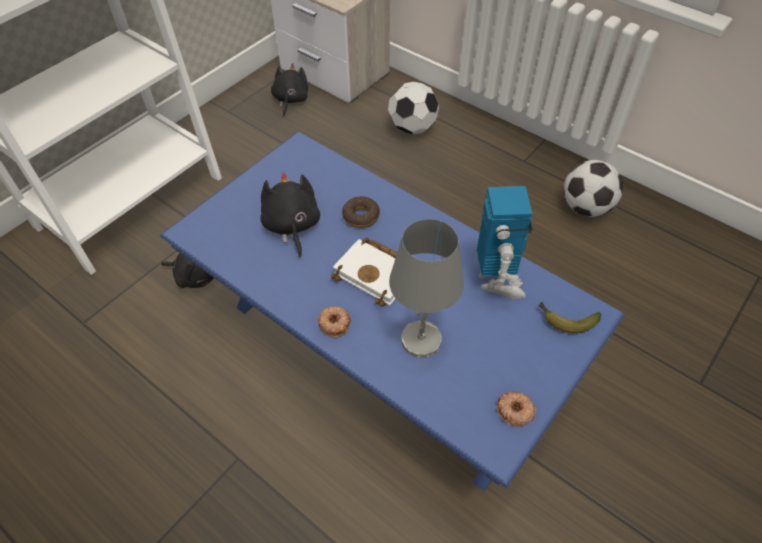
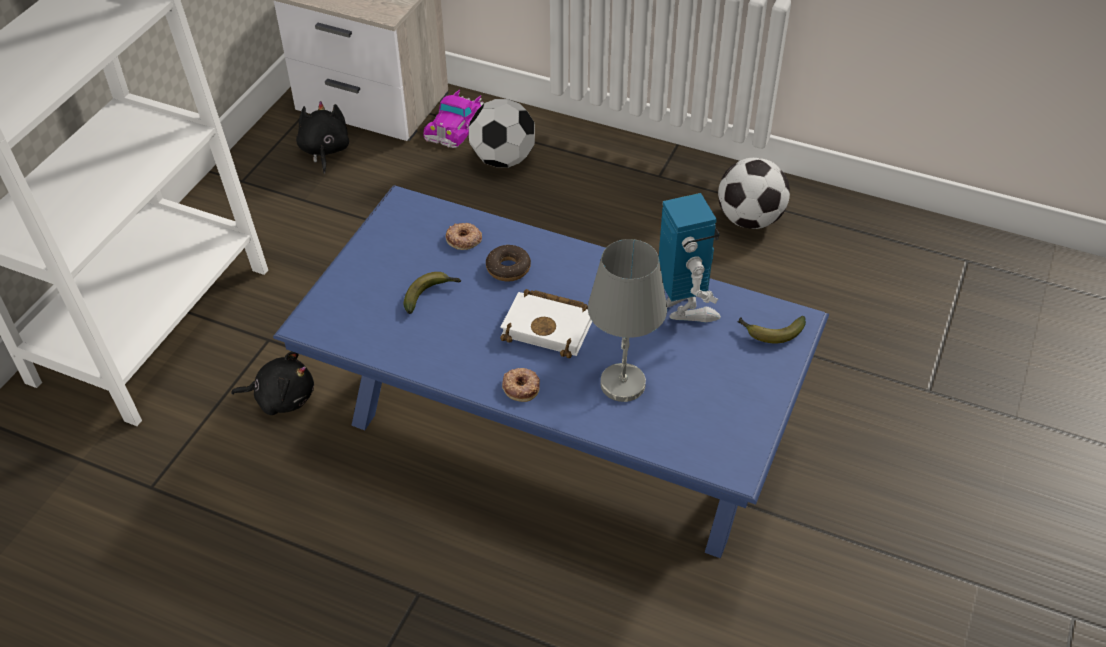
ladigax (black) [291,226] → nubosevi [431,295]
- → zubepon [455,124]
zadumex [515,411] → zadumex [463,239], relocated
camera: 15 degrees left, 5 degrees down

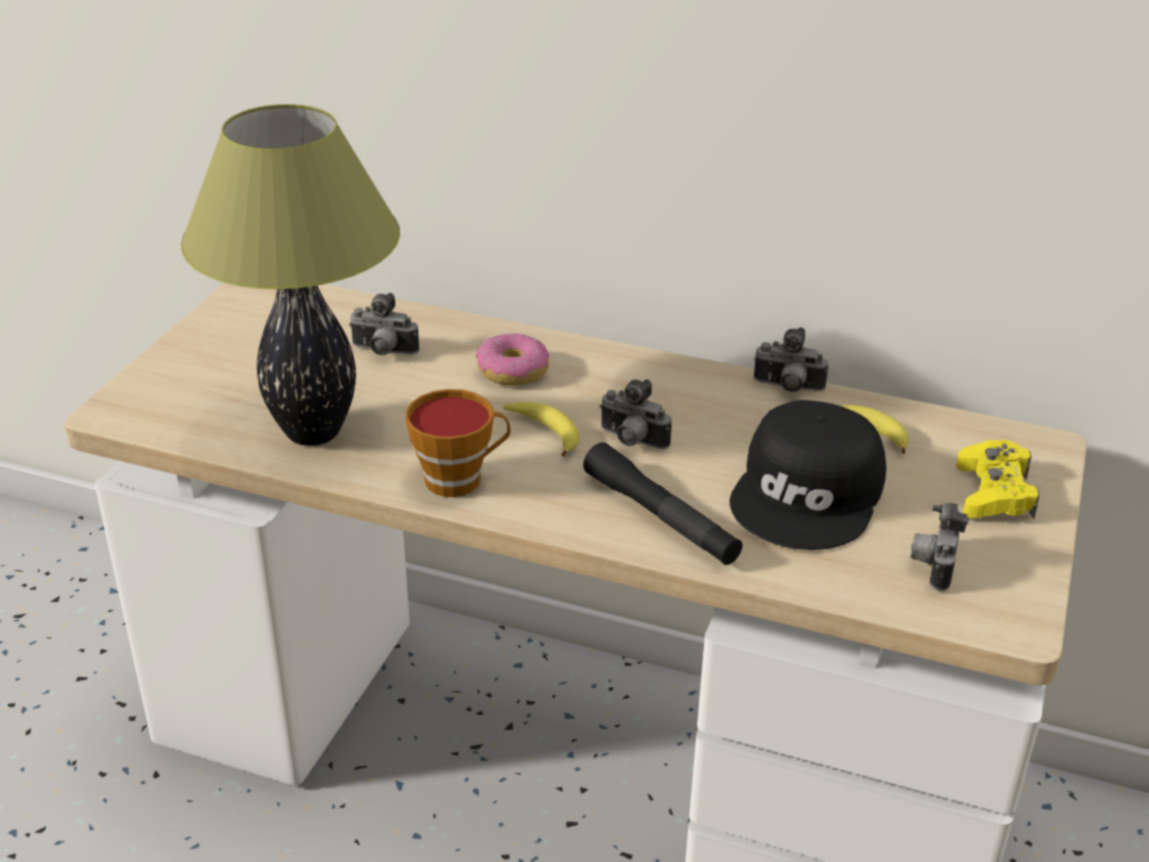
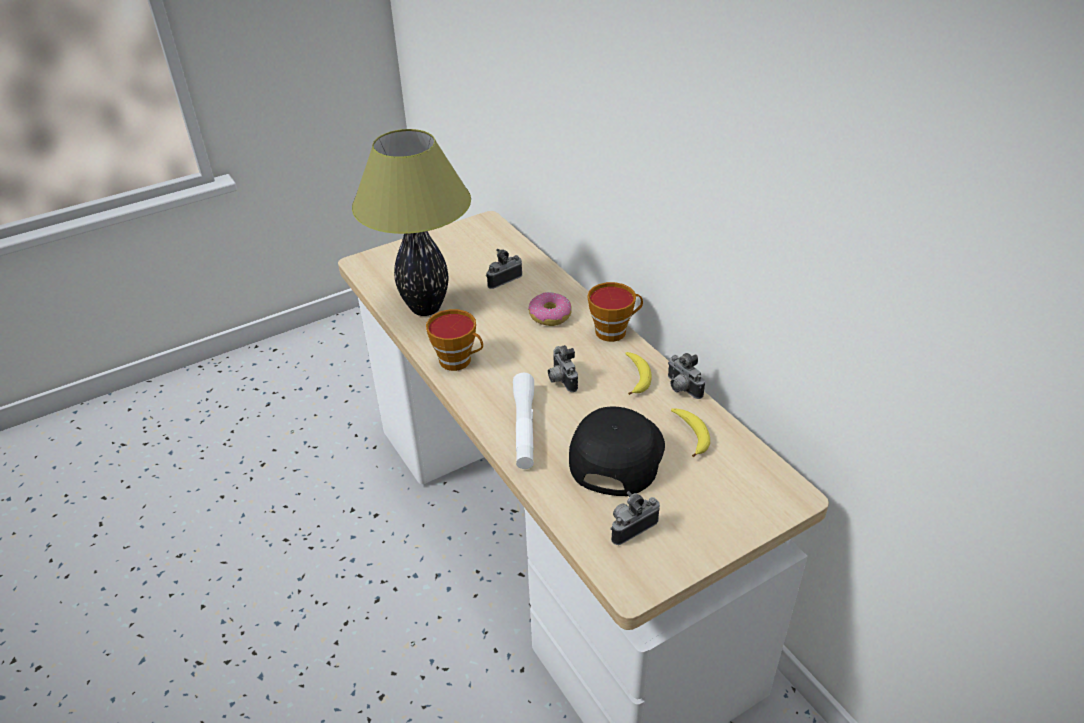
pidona [383,352] → pidona [502,279], 90 degrees clockwise
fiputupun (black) [660,517] → fiputupun (white) [524,427]
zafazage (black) [810,494] → zafazage (black) [615,454], 135 degrees clockwise
- → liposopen [614,331]
nubosevi [545,432] → nubosevi [637,377], relocated
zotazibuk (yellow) [994,493] → -
camera: 40 degrees right, 5 degrees up

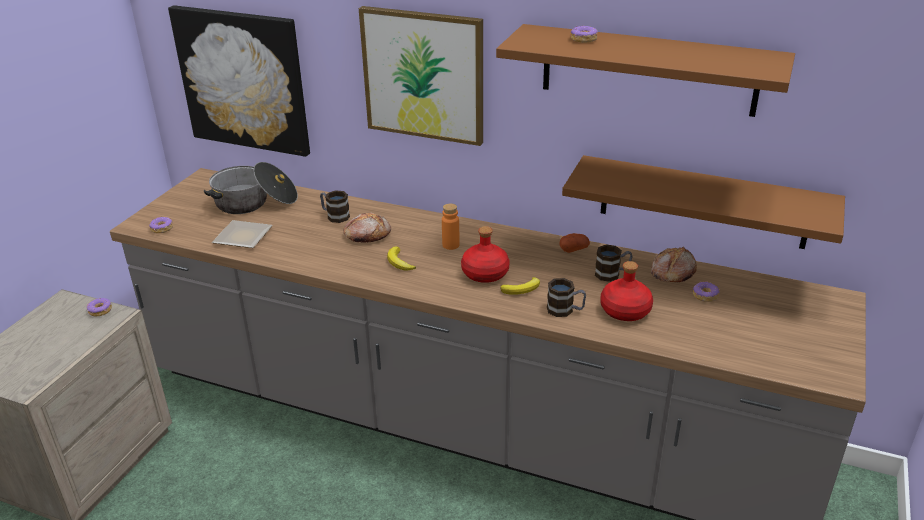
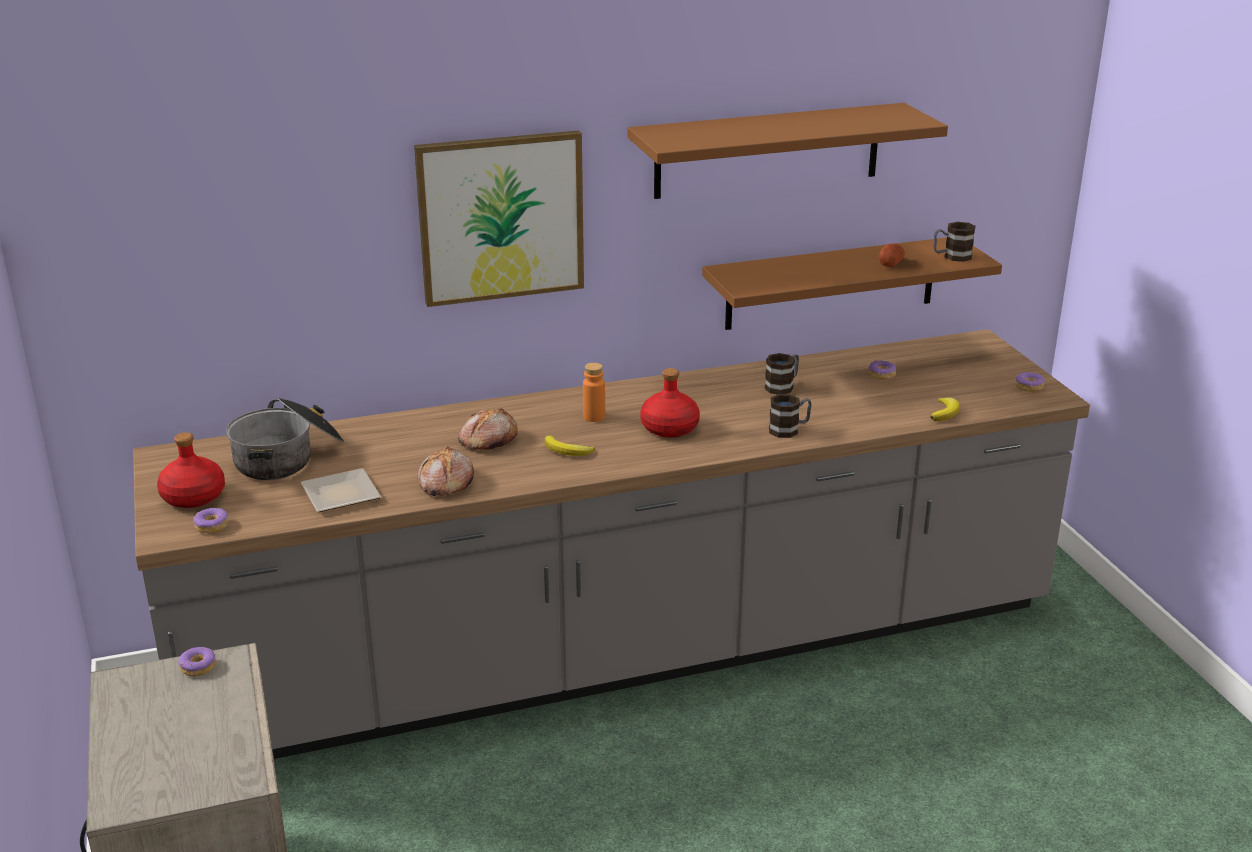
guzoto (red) [625,311] → guzoto (red) [193,497], relocated
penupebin [672,272] → penupebin [445,483], relocated
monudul [574,249] → monudul [890,264], relocated
nubosevi [522,289] → nubosevi [945,412], relocated
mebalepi [334,216] → mebalepi [952,256], relocated
zadumex [583,39] → zadumex [1029,387], relocated
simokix [243,80] → -
camera: 40 degrees left, 5 degrees down

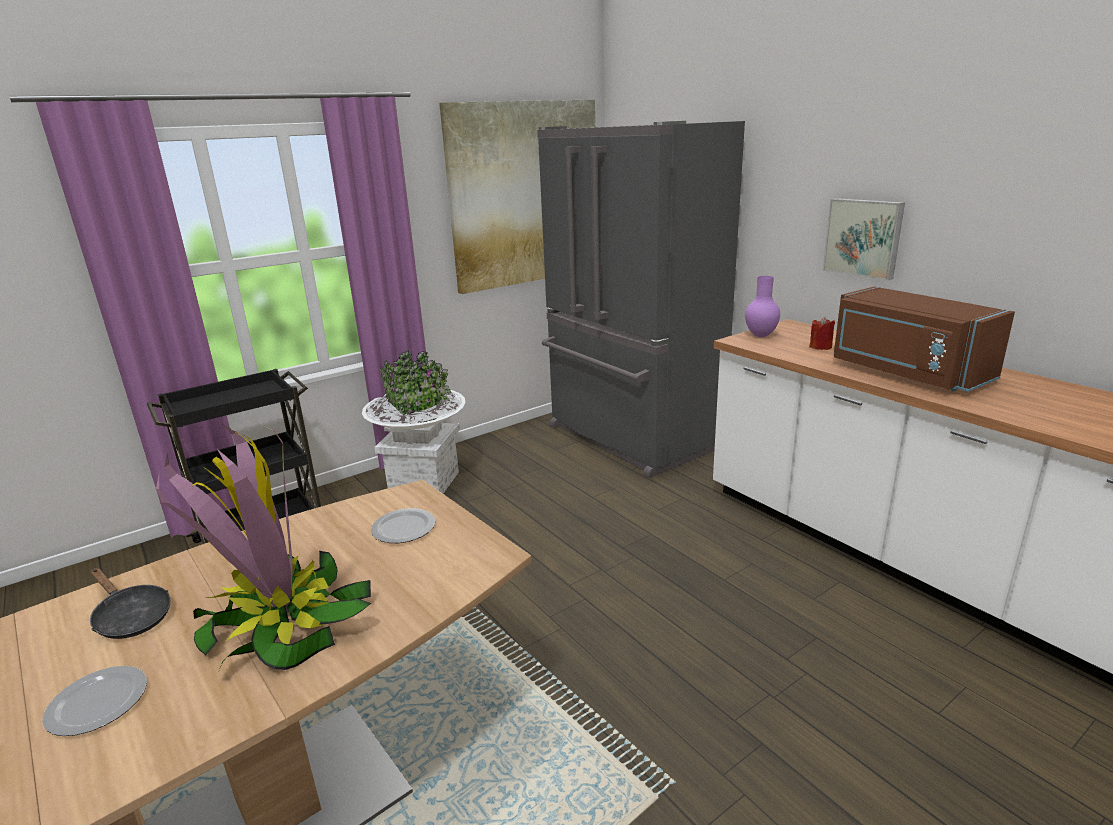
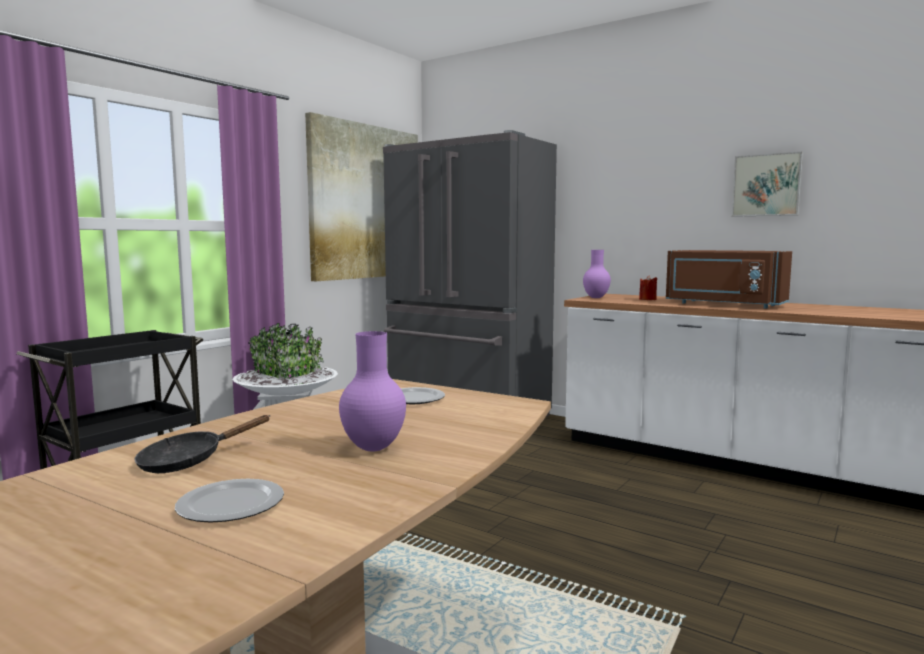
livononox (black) [131,617] → livononox (black) [189,461], 120 degrees clockwise
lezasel [282,624] → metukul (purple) [372,448]
simokix [863,237] → simokix [766,185], relocated
camera: 20 degrees left, 15 degrees down

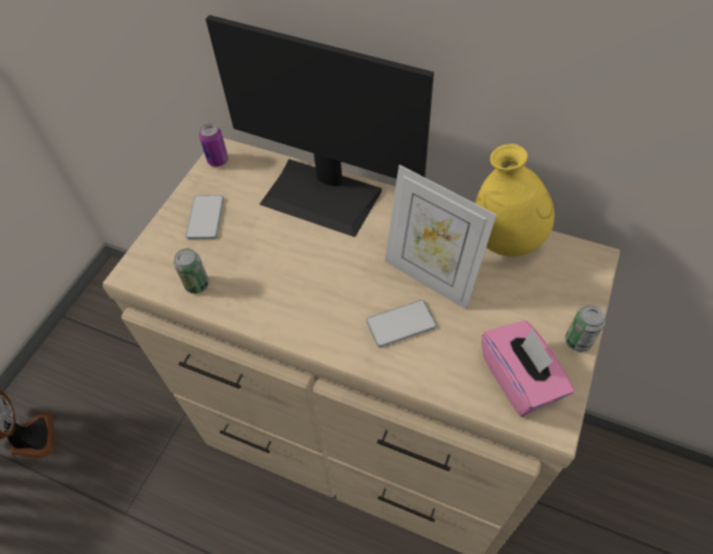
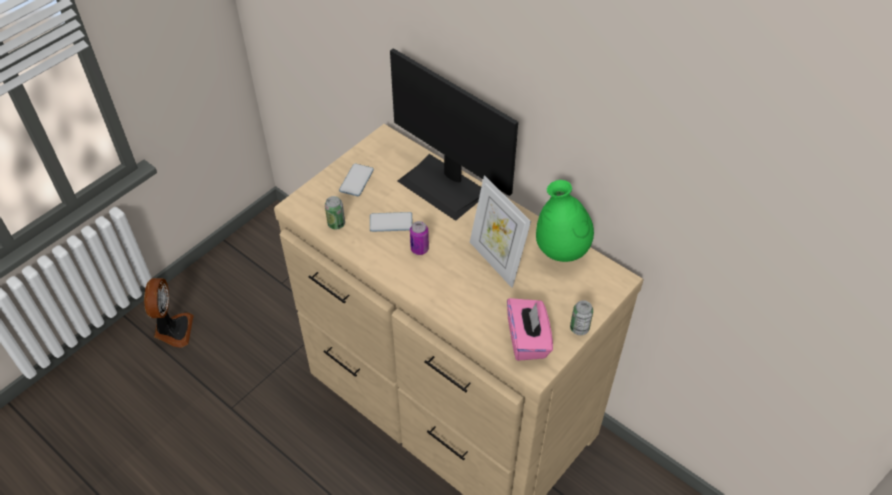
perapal [401,324] → perapal [391,222], relocated
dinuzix [218,160] → dinuzix [419,249], relocated
metukul (yellow) [505,242] → metukul (green) [561,251]
camera: 15 degrees right, 5 degrees down

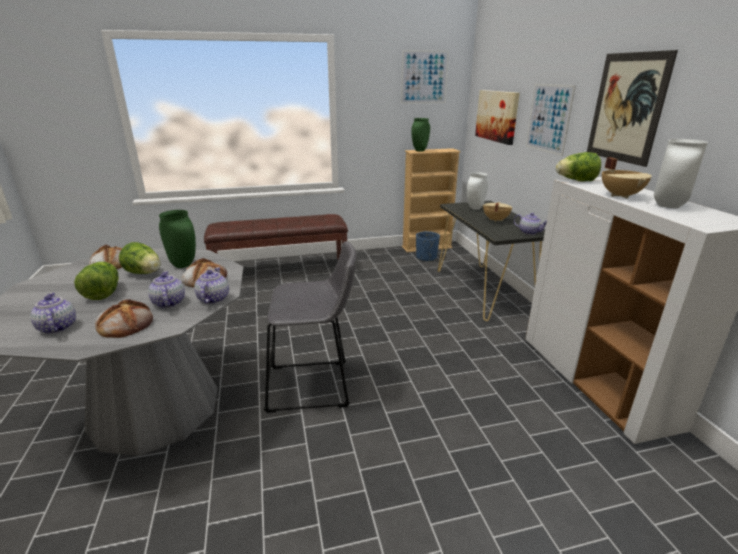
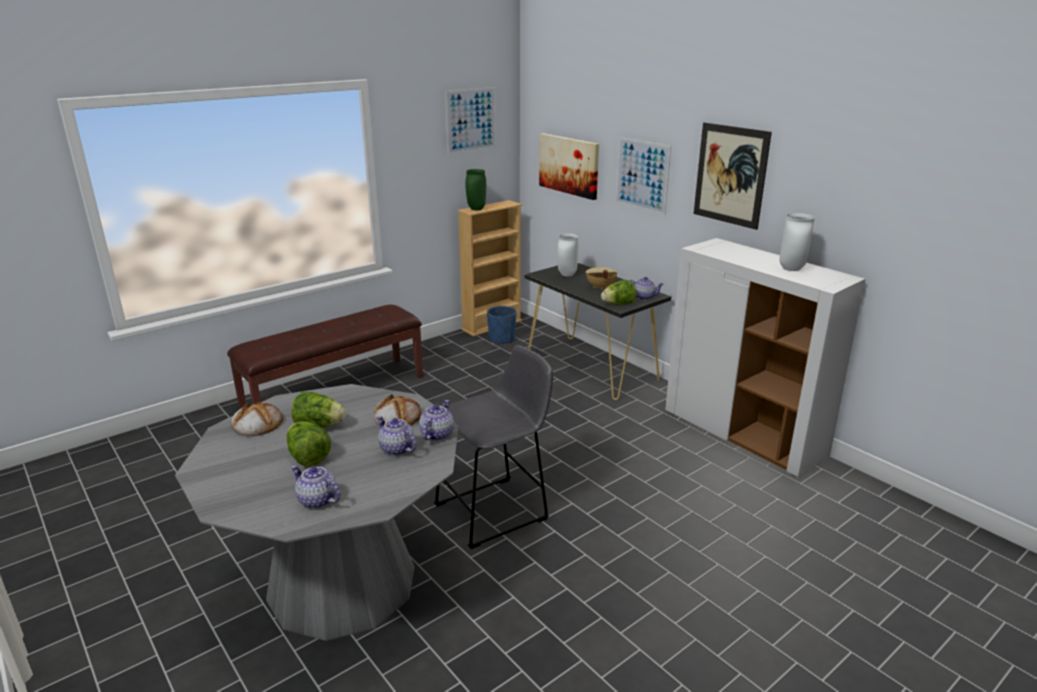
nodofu [213,299] → nodofu [436,434], 45 degrees clockwise
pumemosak [576,181] → pumemosak [618,304], relocated
penupebin [126,323] → -
metukul (green) [184,265] → -
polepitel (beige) [621,195] → -
camera: 25 degrees left, 0 degrees up

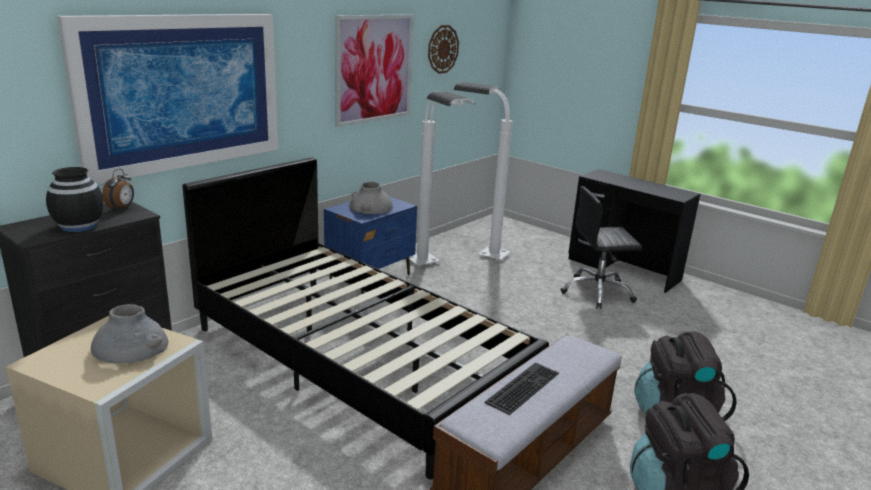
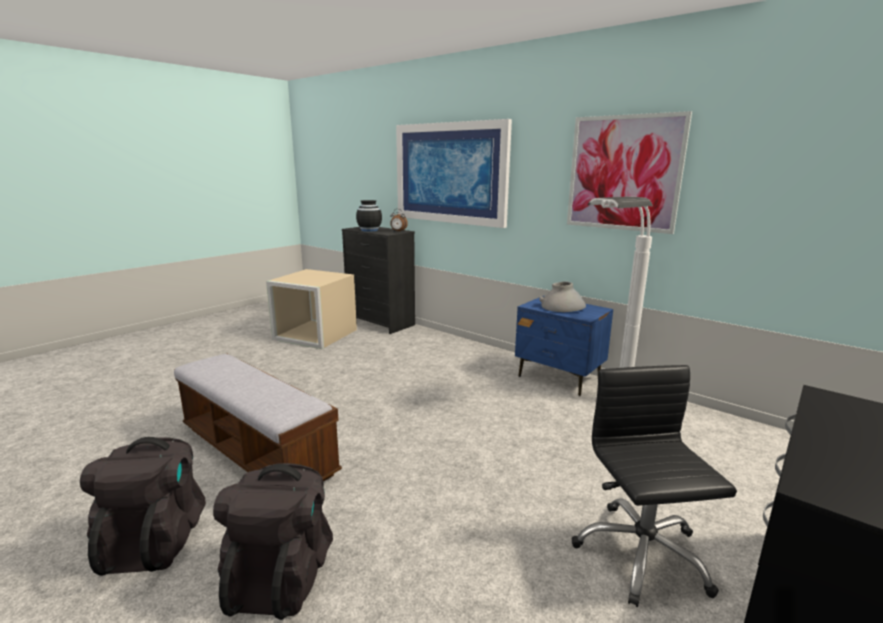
metukul (grey) [130,347] → -
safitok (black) [358,360] → -
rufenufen [443,49] → -
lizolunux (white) [477,252] → -
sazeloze [522,386] → -
camera: 90 degrees right, 5 degrees down

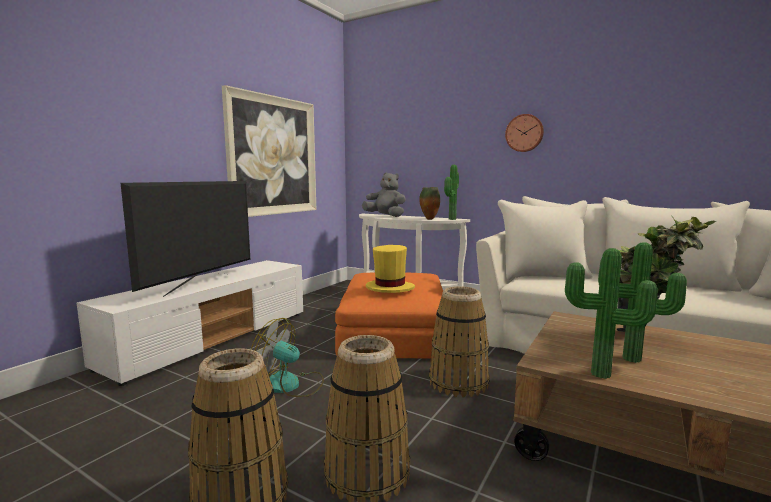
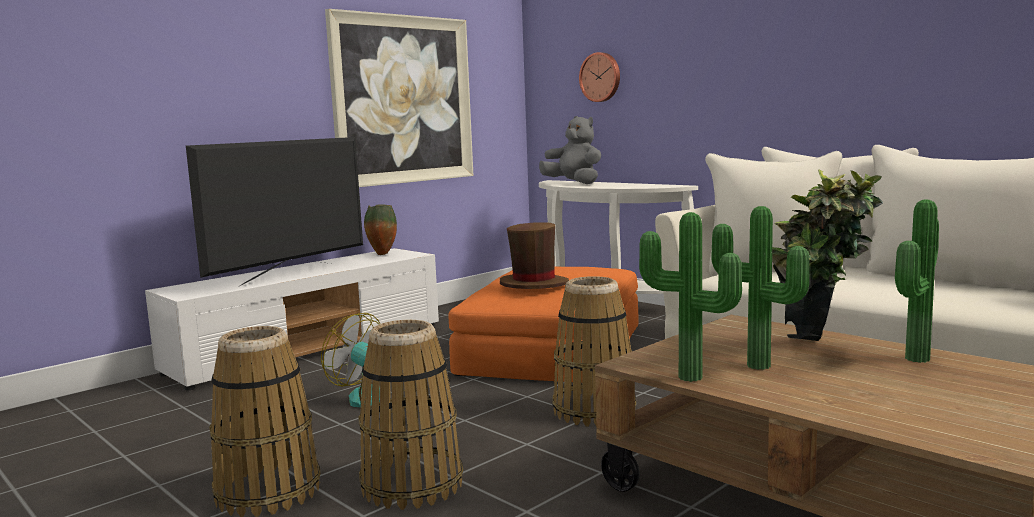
metukul [429,219] → metukul [382,254], relocated
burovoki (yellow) [390,288] → burovoki (brown) [533,284]
rufenufen [524,133] → rufenufen [601,77], relocated
lezasel [450,219] → lezasel [912,358], relocated
camera: 15 degrees right, 0 degrees up

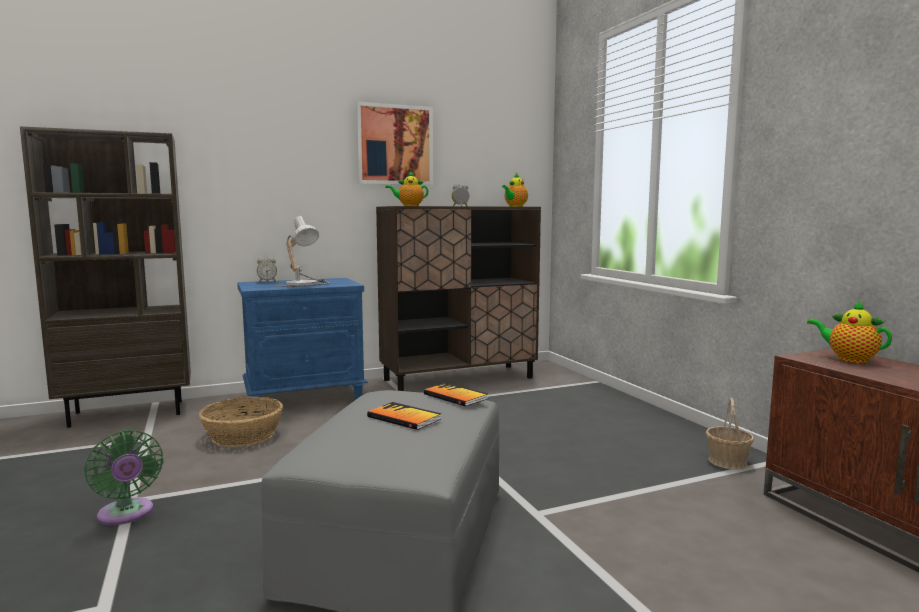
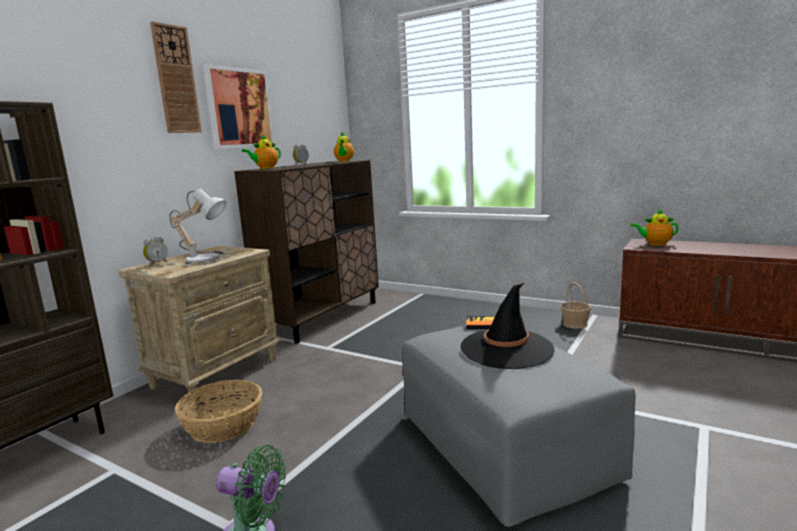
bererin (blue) [305,398] → bererin (beige) [217,372]
- → rufenufen [176,80]
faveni [404,418] → burovoki (black) [506,349]
camera: 35 degrees left, 5 degrees up

